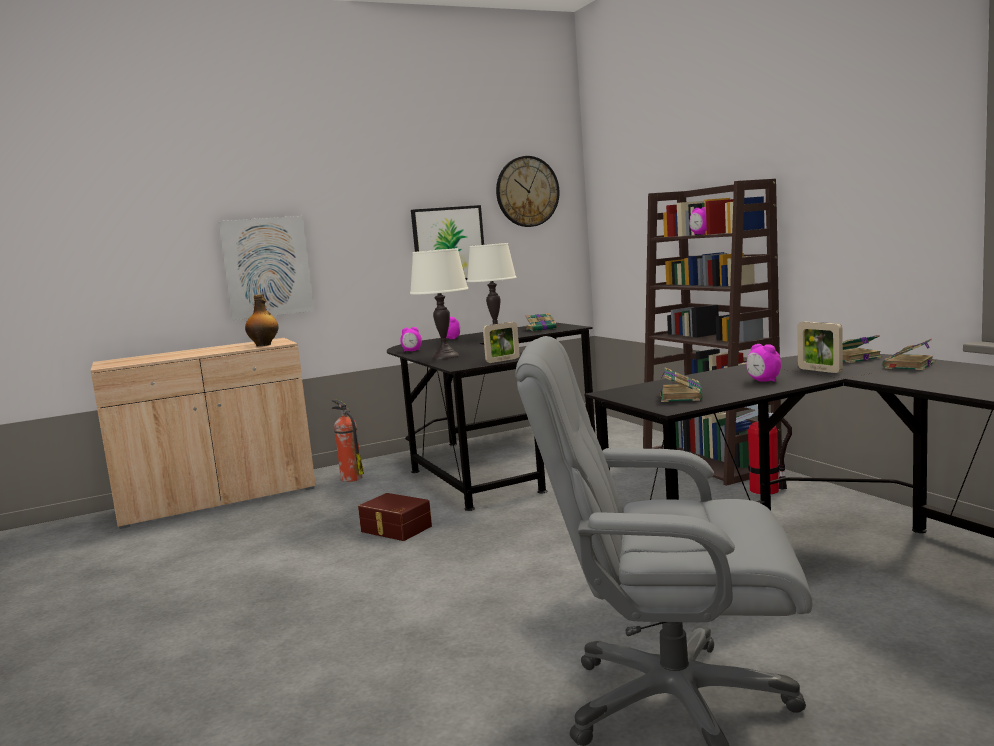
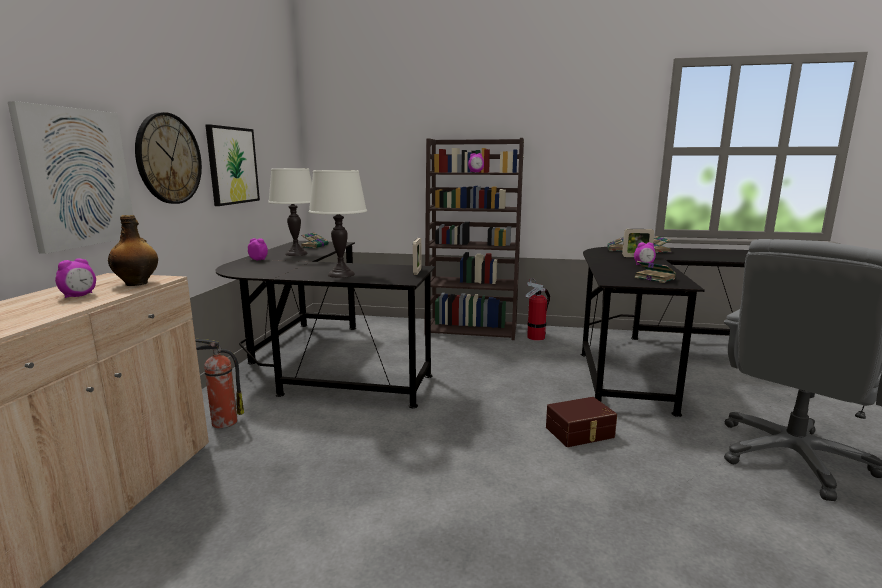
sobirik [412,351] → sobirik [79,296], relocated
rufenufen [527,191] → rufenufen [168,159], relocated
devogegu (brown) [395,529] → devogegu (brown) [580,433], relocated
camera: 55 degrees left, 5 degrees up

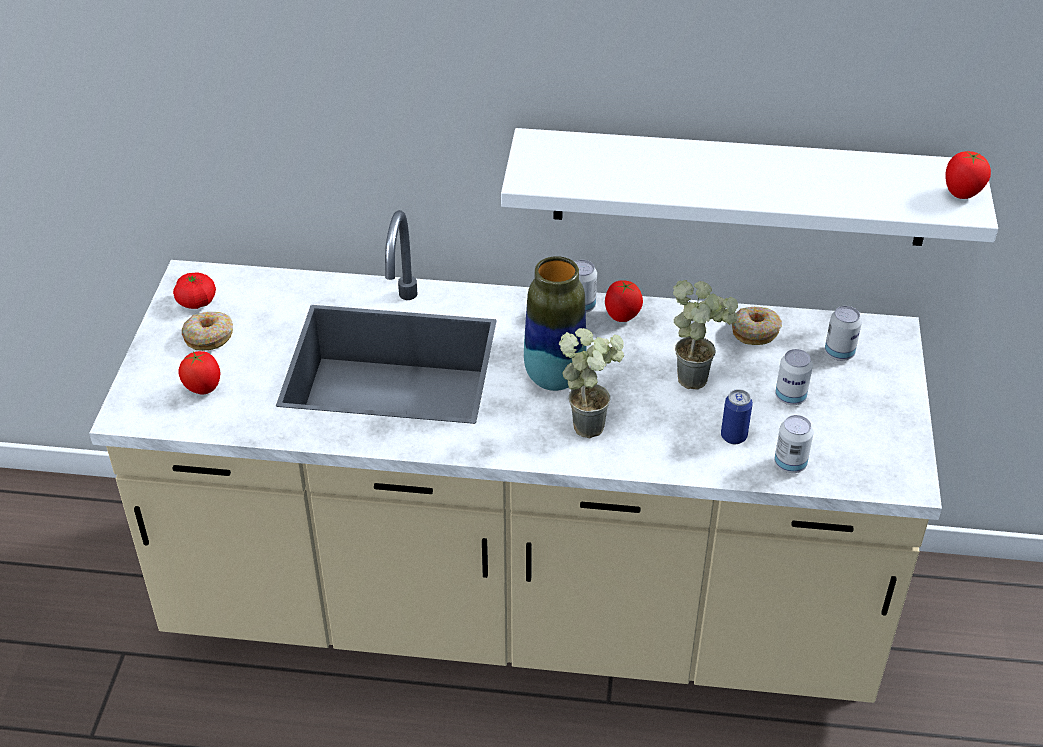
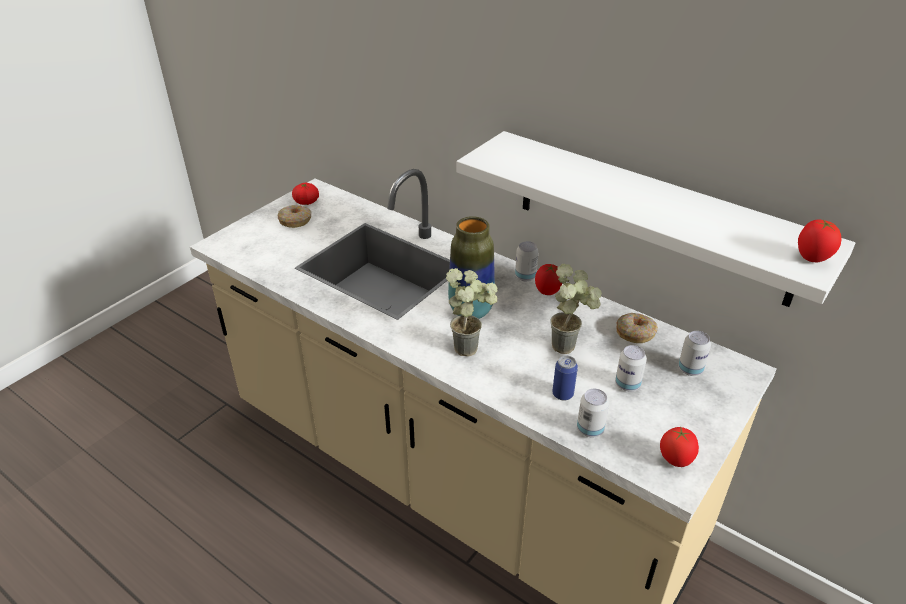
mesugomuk [203,389] → mesugomuk [675,460], relocated
camera: 30 degrees right, 5 degrees down

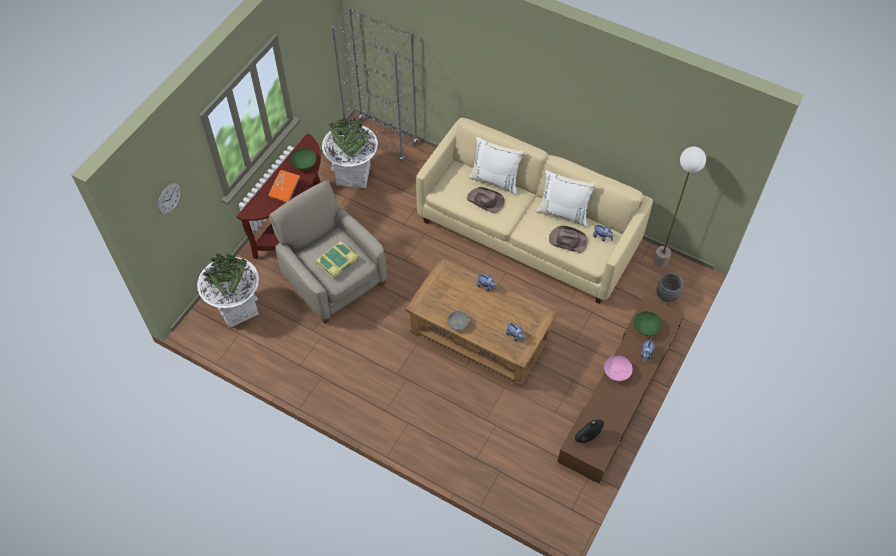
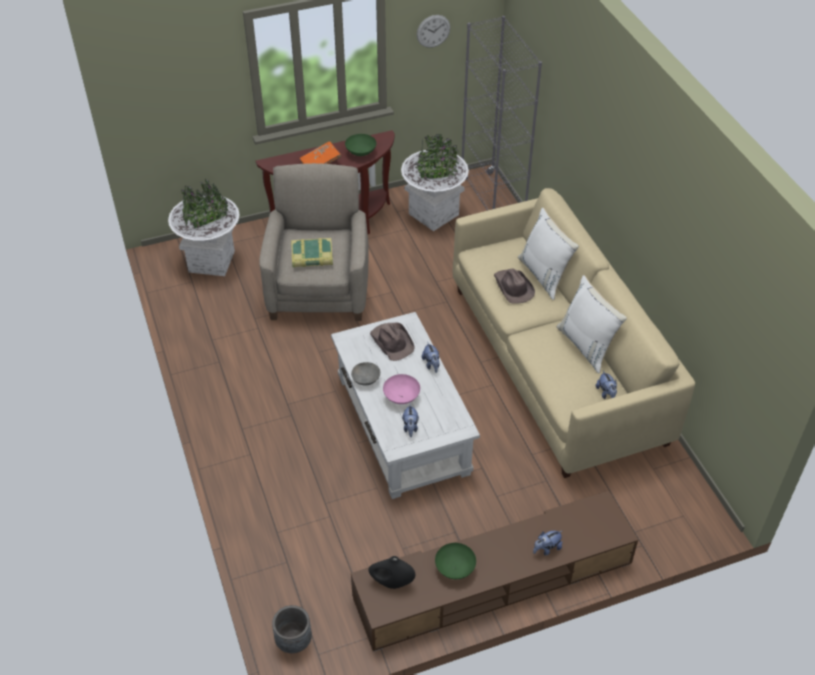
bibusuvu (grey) [666,295] → bibusuvu (grey) [293,641], relocated
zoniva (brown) [480,336] → zoniva (white) [403,425]
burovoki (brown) [567,240] → burovoki (brown) [392,341], relocated
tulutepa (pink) [617,372] → tulutepa (pink) [402,397], relocated
rufenufen [169,198] → rufenufen [433,31], relocated
tulutepa (green) [646,328] → tulutepa (green) [455,569], relocated
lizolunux [661,260] → -
camera: 40 degrees right, 10 degrees down

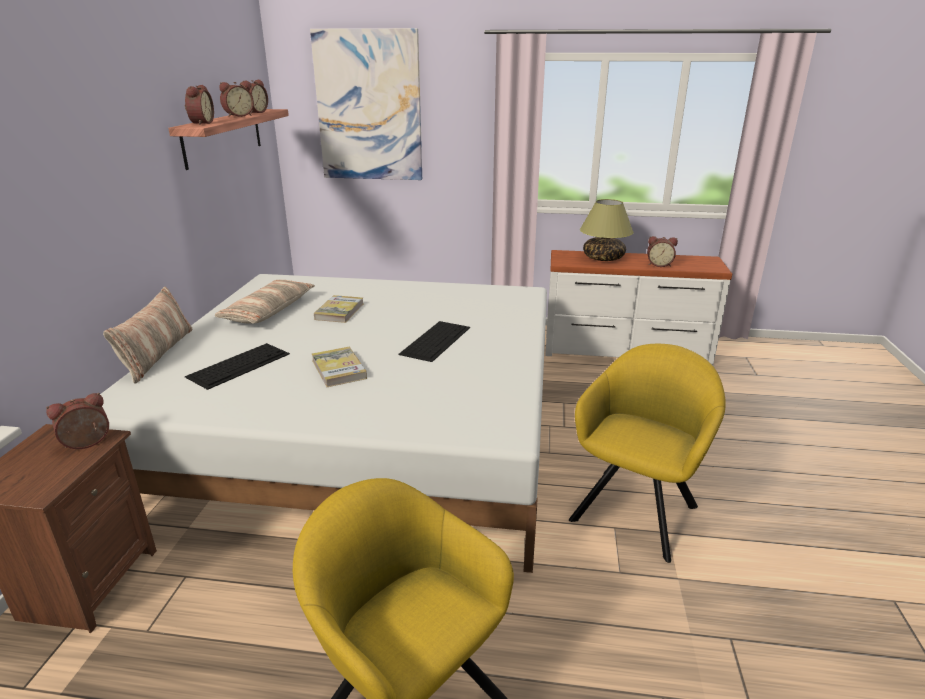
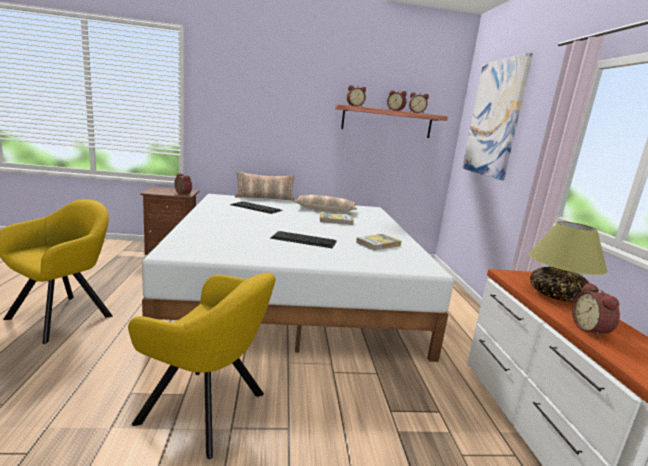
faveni [338,369] → faveni [378,244], relocated
camera: 75 degrees right, 10 degrees down

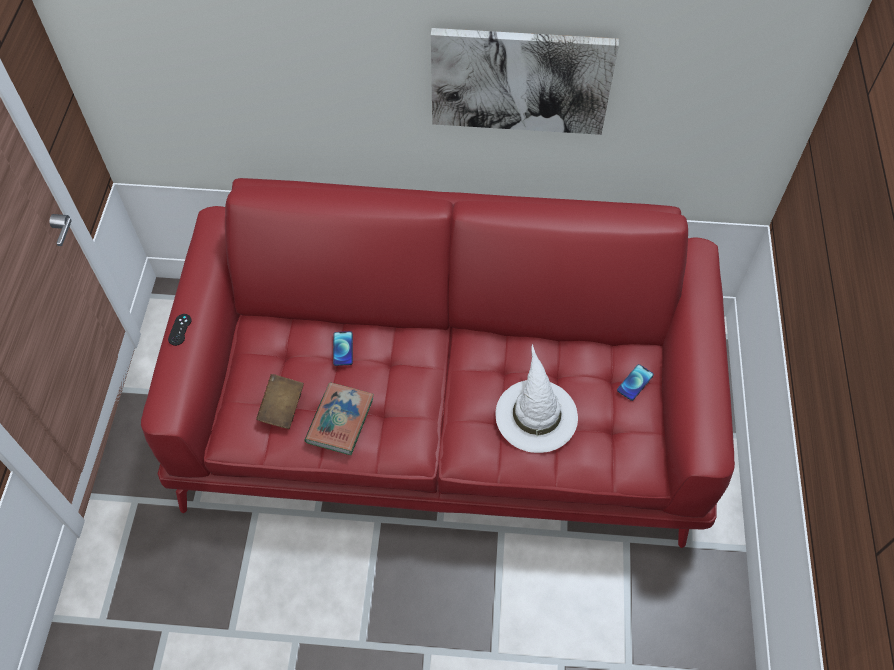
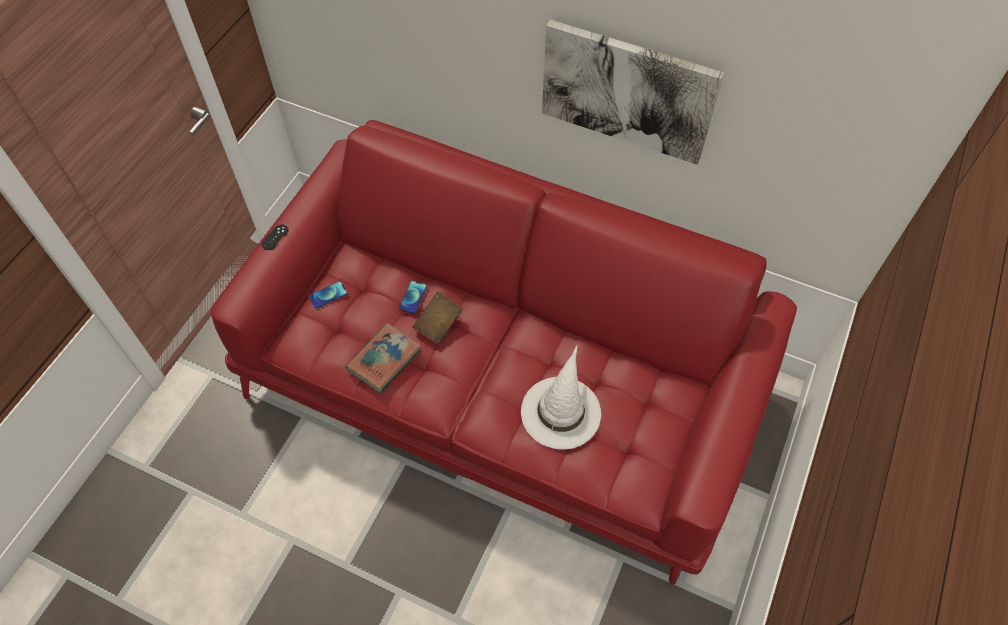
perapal [635,383] → perapal [328,295], relocated
faveni (brown) [282,408] → faveni (brown) [438,324], relocated
camera: 20 degrees right, 0 degrees up

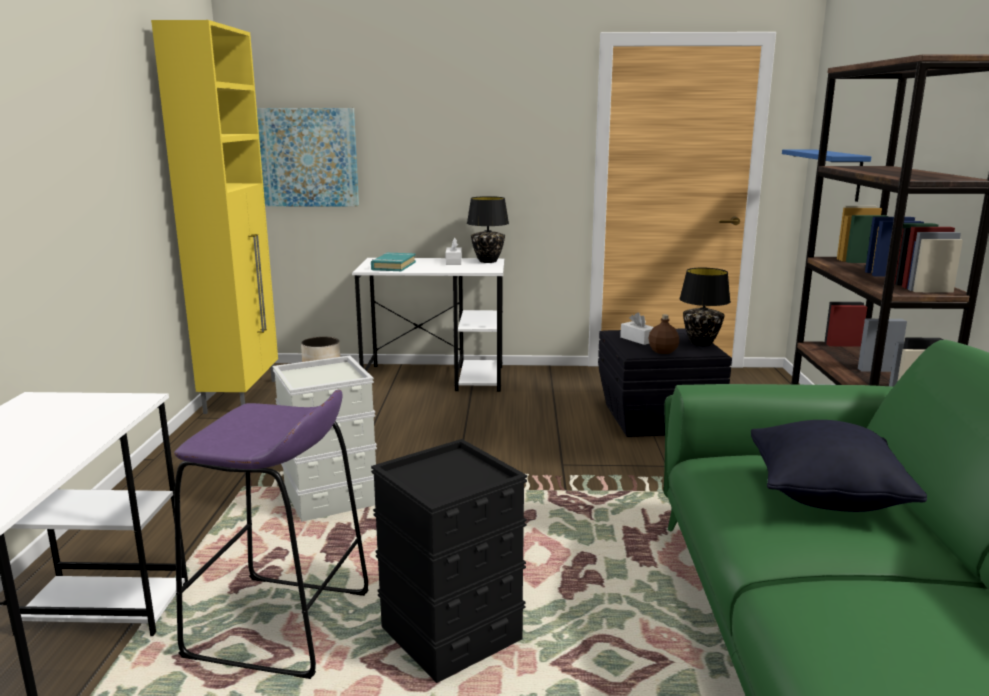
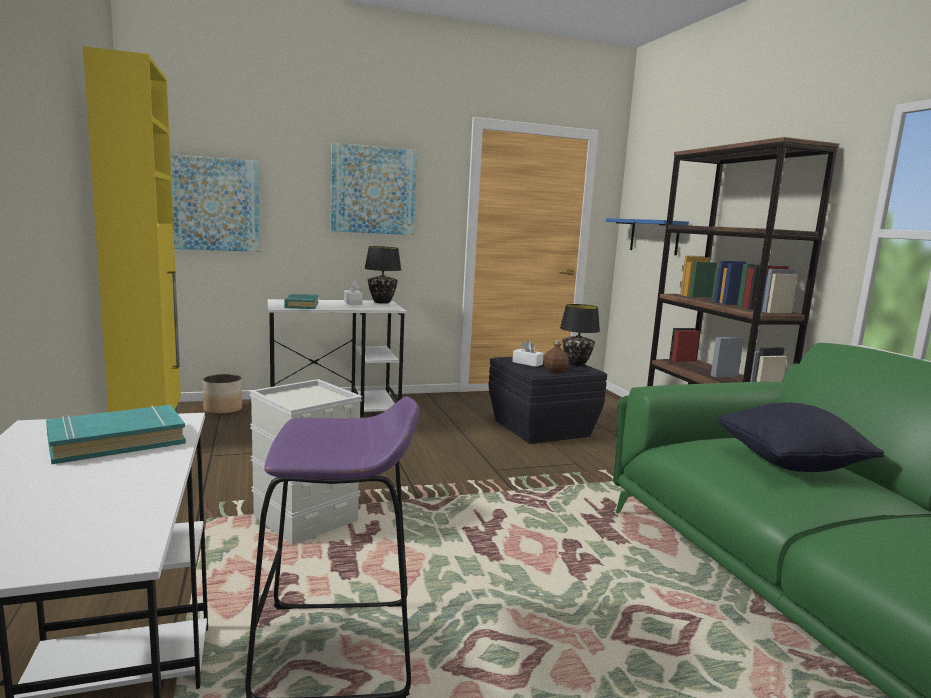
- → faveni (turquoise) [117,441]
- → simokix [373,190]
devogegu (black) [449,634] → -
camera: 20 degrees left, 5 degrees down

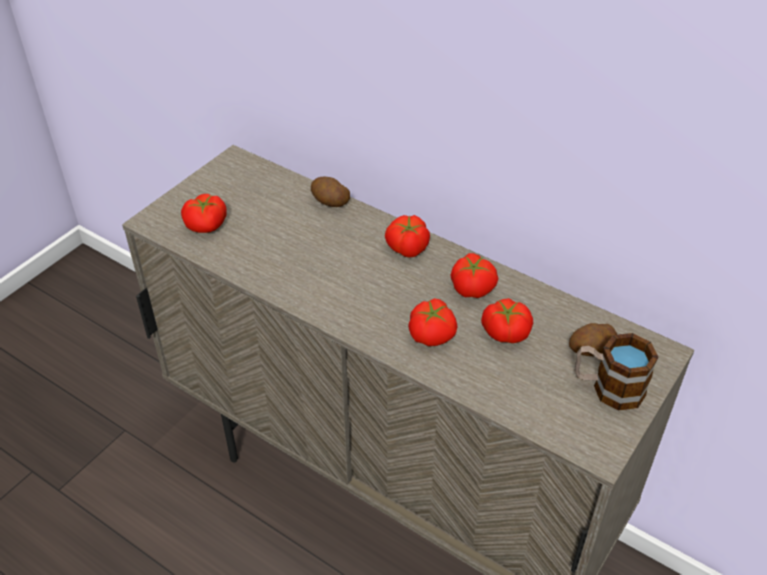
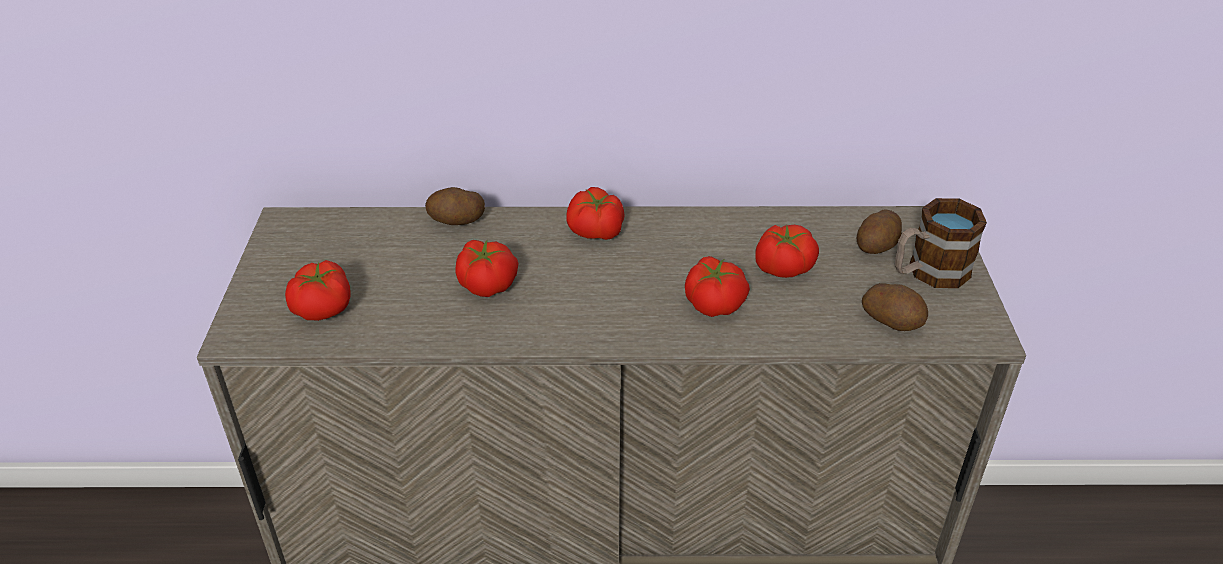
mesugomuk [473,287] → mesugomuk [488,283], relocated
- → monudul [892,320]
camera: 35 degrees left, 5 degrees down

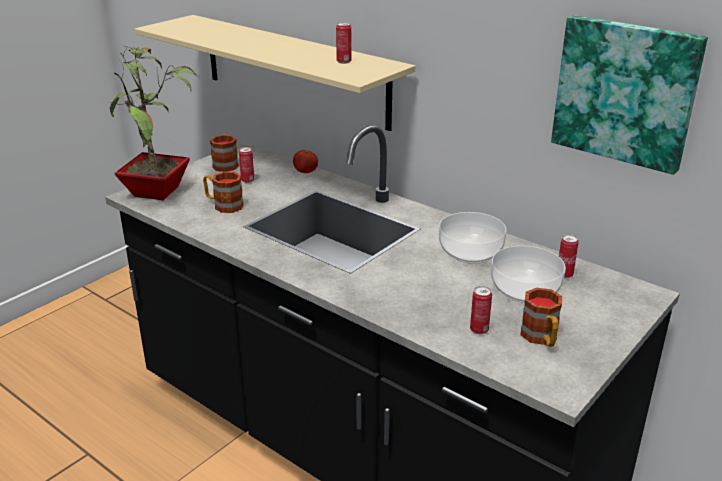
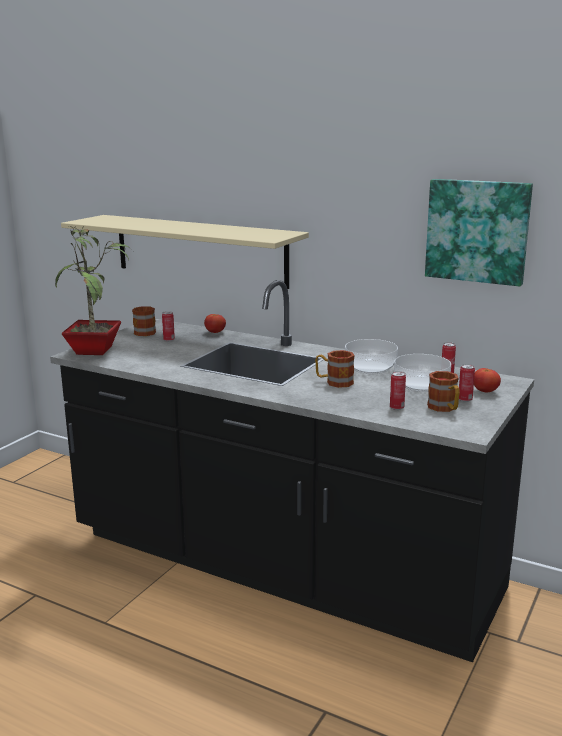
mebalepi [223,205] → mebalepi [334,382], relocated
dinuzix [344,62] → dinuzix [465,400], relocated
- → mesugomuk [485,392]
camera: 10 degrees left, 10 degrees down

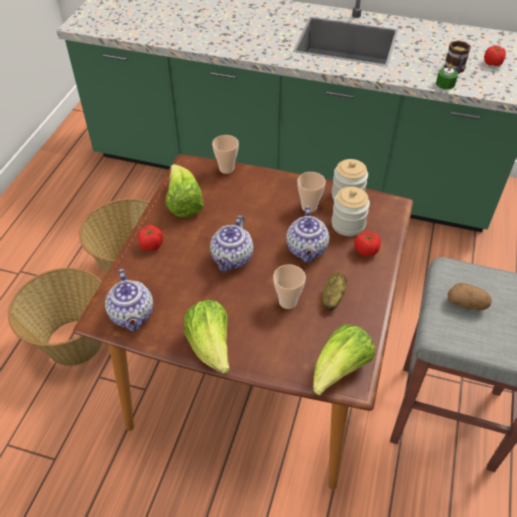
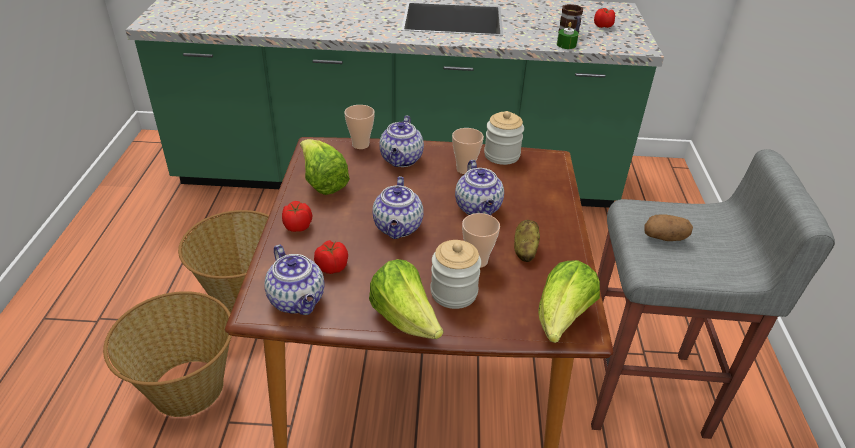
mesugomuk [365,250] → mesugomuk [331,267], relocated
- → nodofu [401,160]
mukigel [348,224] → mukigel [454,292], relocated
camera: 15 degrees left, 10 degrees down

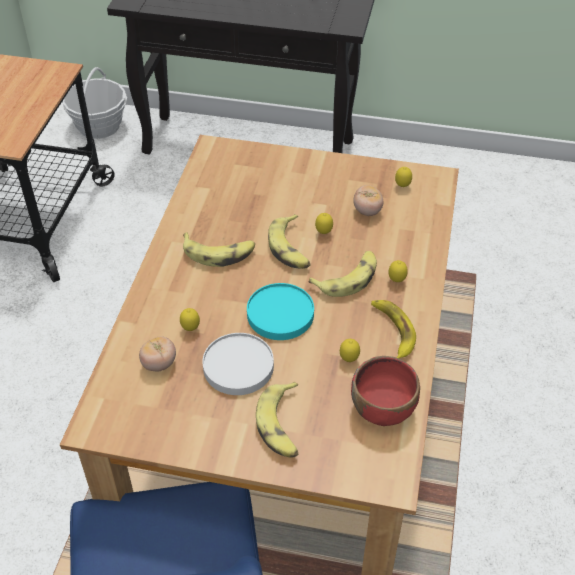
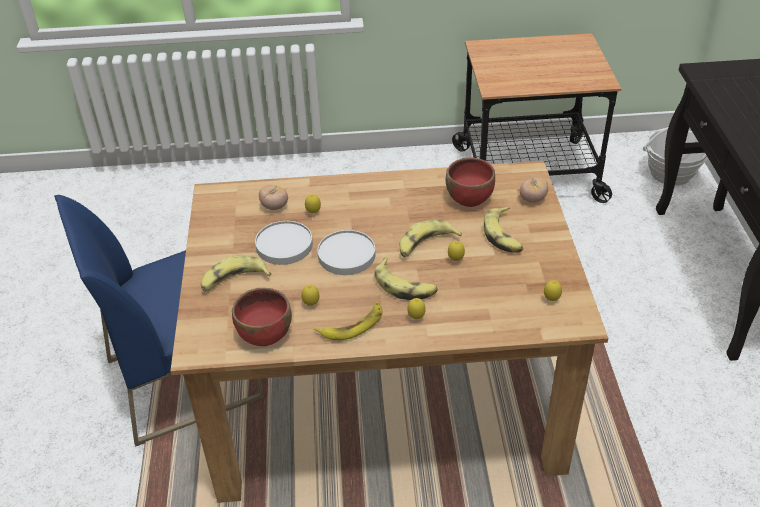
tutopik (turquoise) [281,314] → tutopik (white) [347,255]
- → tulutepa (red) [470,198]
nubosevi [219,253] → nubosevi [504,236], relocated
mesugomuk [367,211] → mesugomuk [532,199], relocated
camera: 75 degrees right, 5 degrees down

